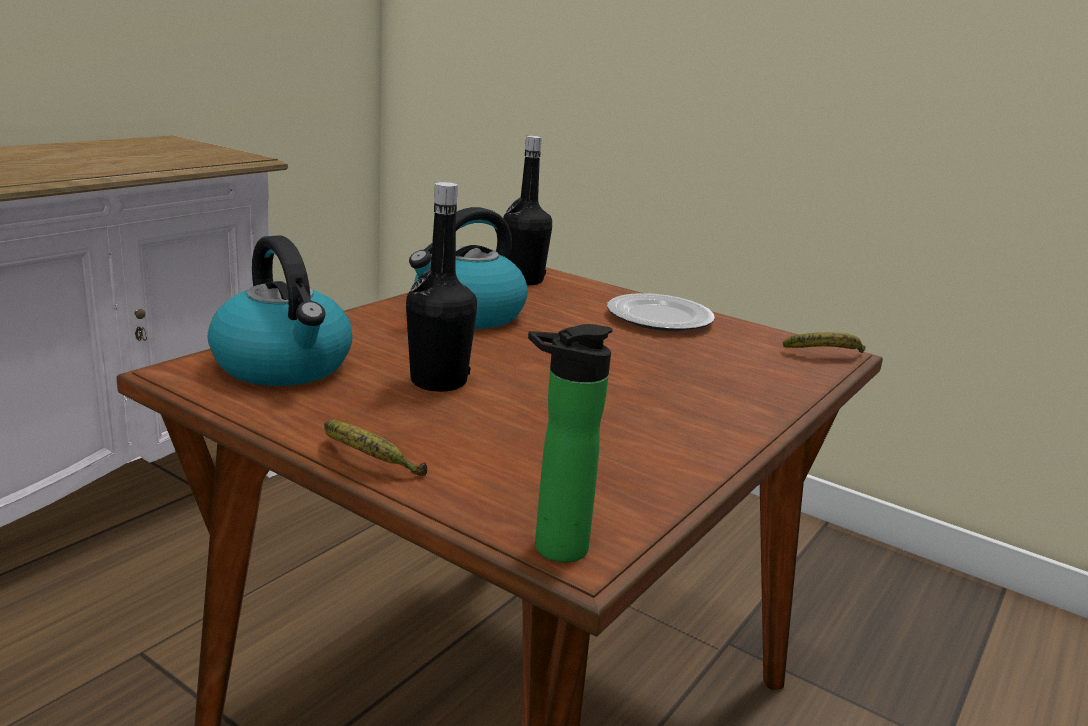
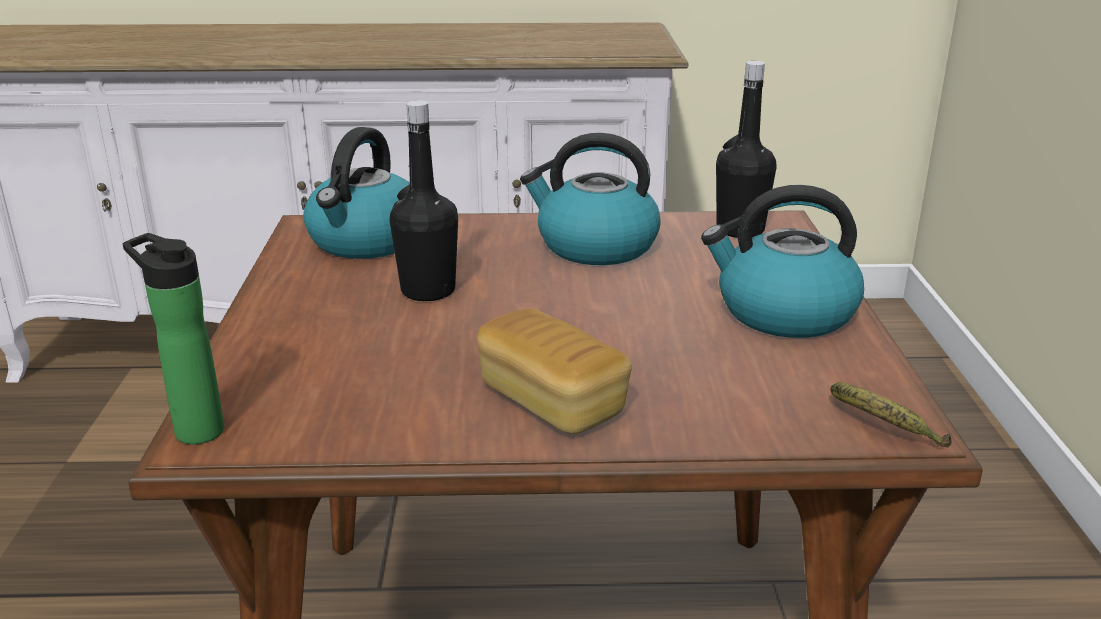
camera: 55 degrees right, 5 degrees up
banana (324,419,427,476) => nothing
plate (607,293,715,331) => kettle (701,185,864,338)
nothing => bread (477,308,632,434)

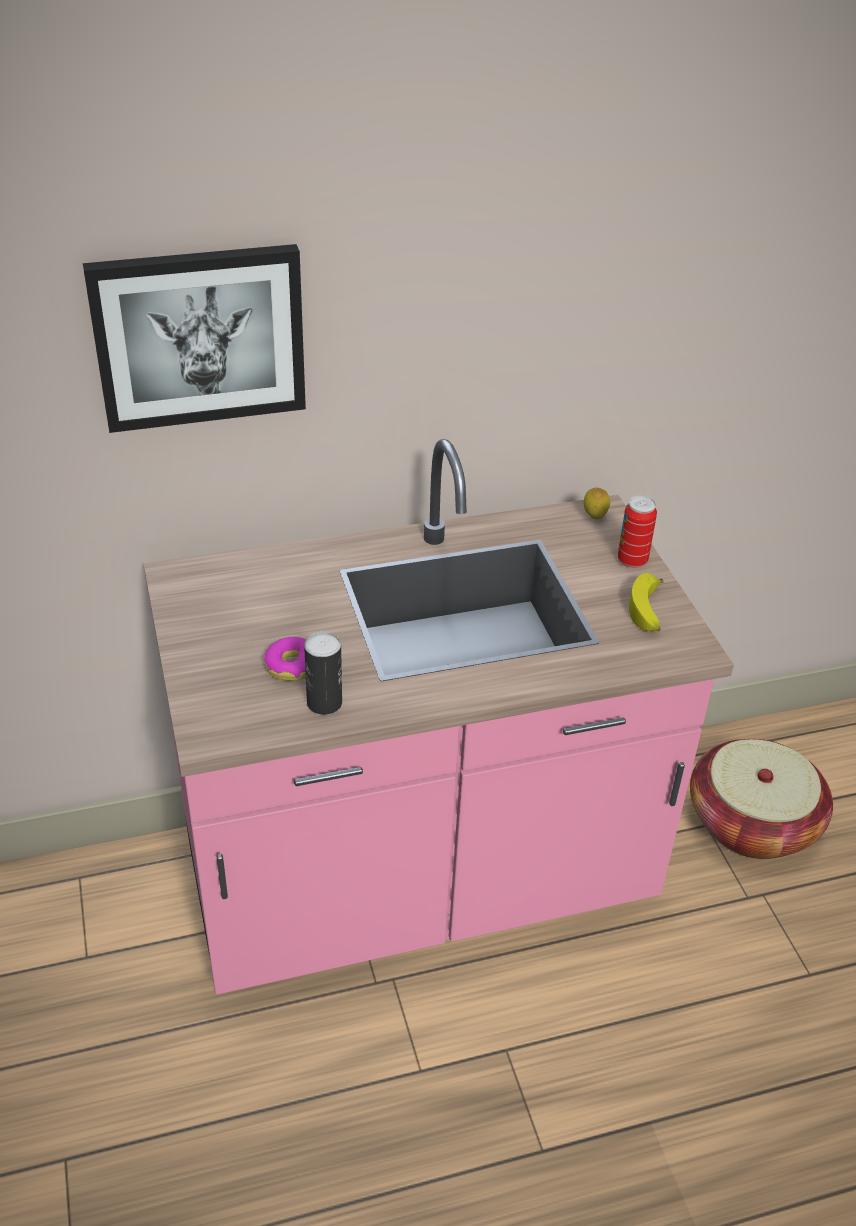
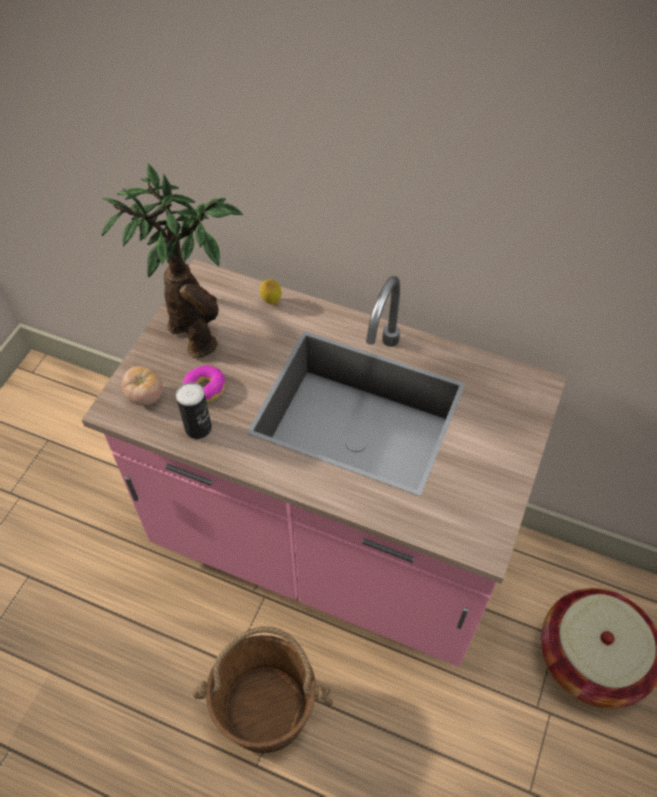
camera: 40 degrees right, 15 degrees up
picture (83,244,306,433) => nothing
lemon (584,488,610,519) => lemon (260,279,282,305), moved
can (618,496,657,568) => nothing
banana (629,573,663,631) => nothing
nothing => potted plant (101,163,243,358)
nothing => tomato (122,366,163,406)
nothing => bucket (brown) (193,626,333,753)

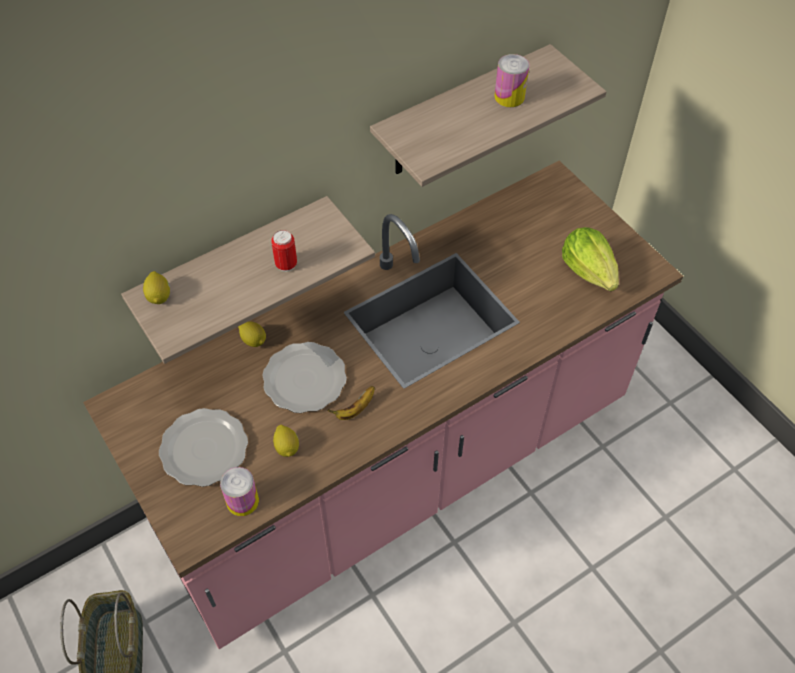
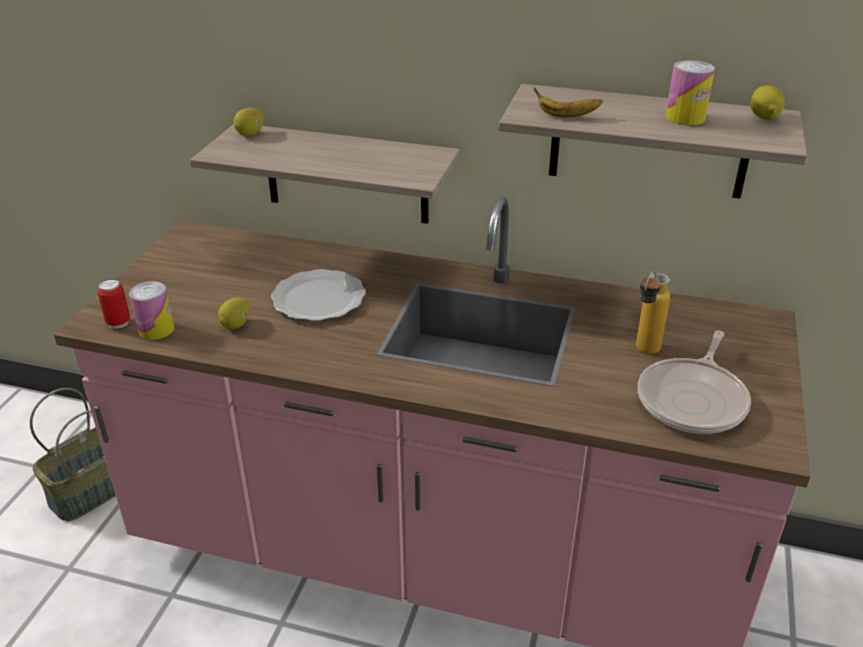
camera: 50 degrees right, 20 degrees down
plate (159,408,248,487) => nothing
lemon (238,322,266,347) => lemon (751,85,785,120), moved
can (271,230,297,271) => can (97,279,130,329), moved
banana (327,386,375,420) => banana (534,88,603,117), moved
lettuce (562,227,619,292) => frying pan (638,330,751,434)
nothing => bottle (636,271,670,354)

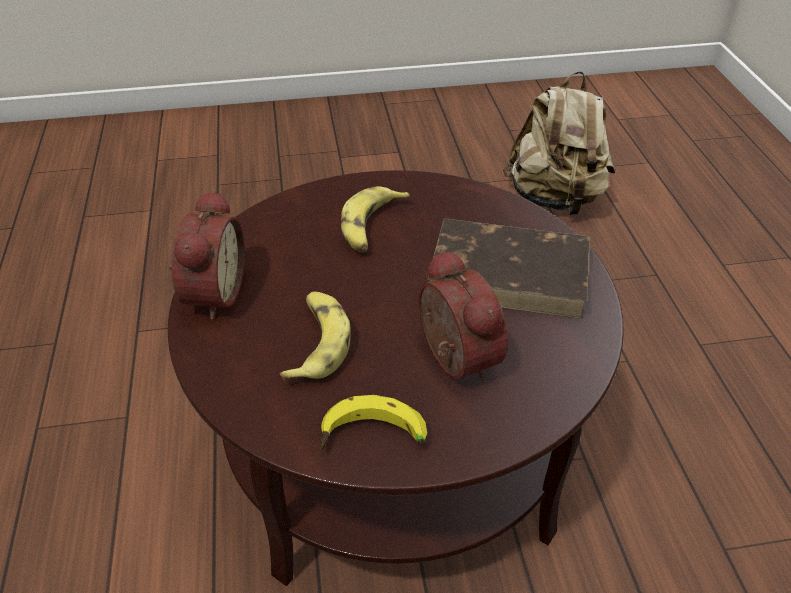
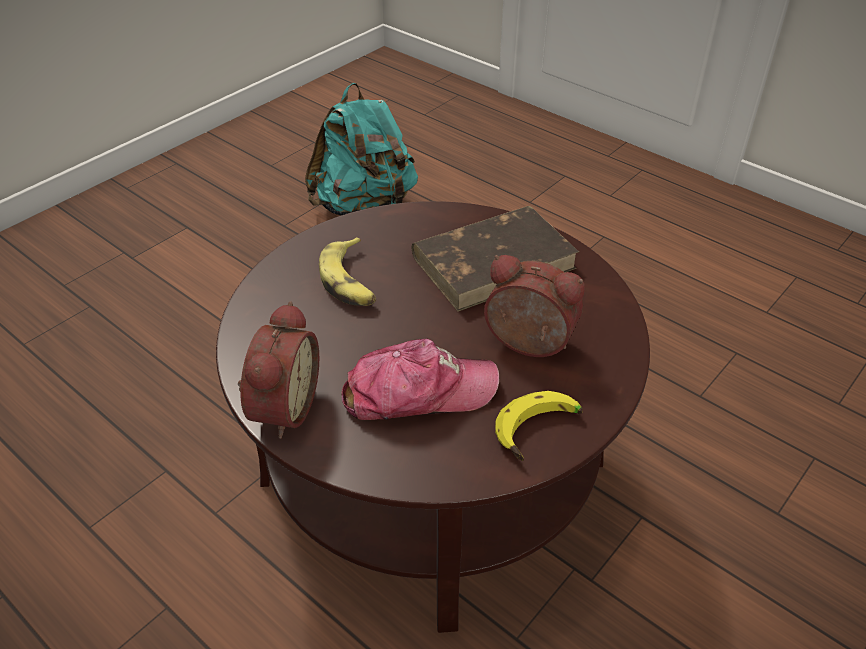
camera: 40 degrees left, 0 degrees up
alarm clock (168,189,245,320) => alarm clock (238,301,319,439), 45 degrees clockwise
banana (280,292,351,381) => cap (341,338,499,420)
backpack (beige) (503,71,615,215) => backpack (turquoise) (305,83,418,215)

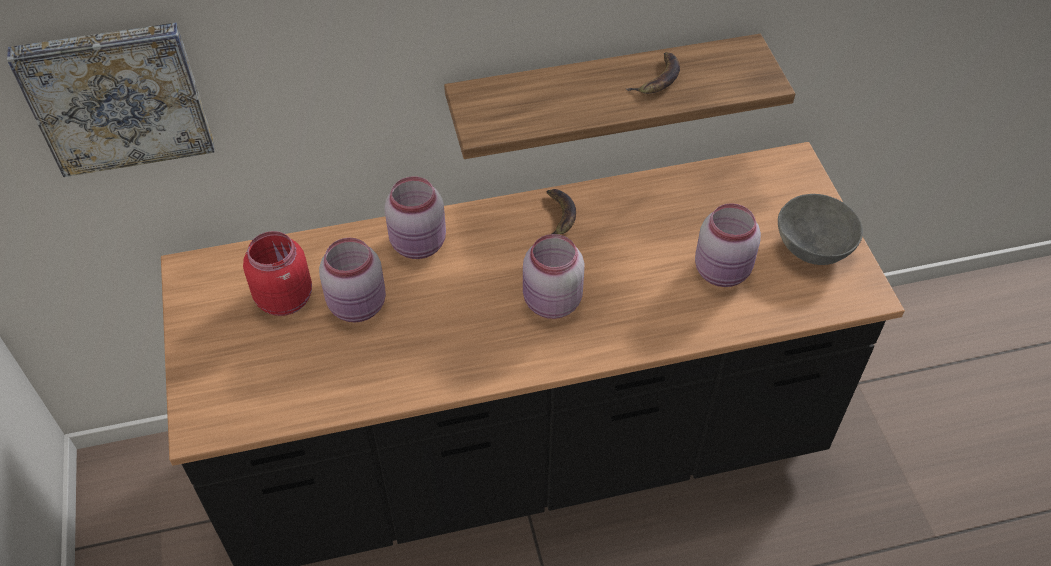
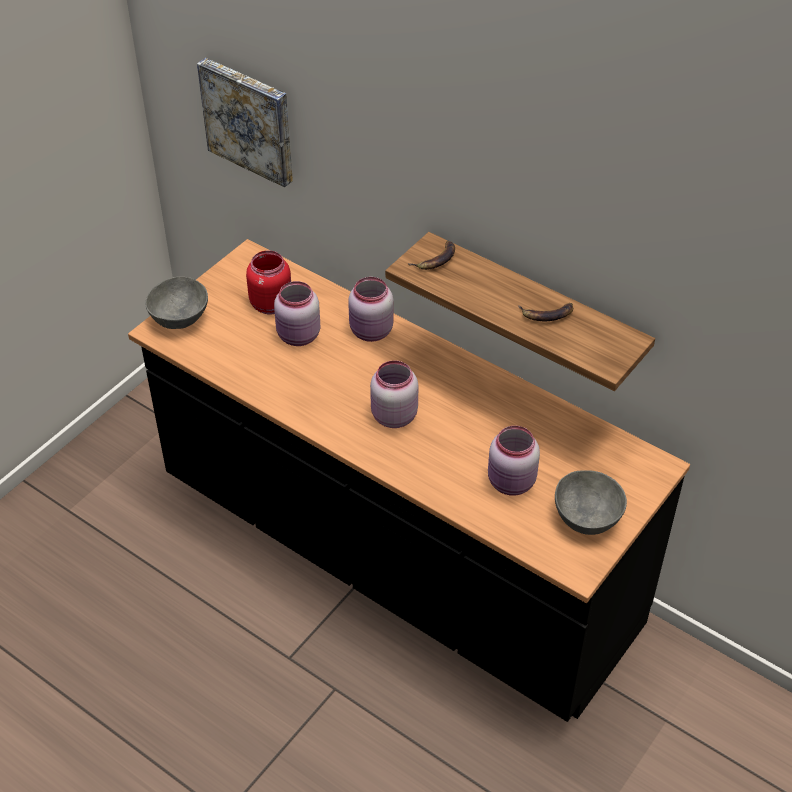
camera: 50 degrees right, 5 degrees down
banana (547,189,576,234) => banana (408,241,455,270), moved
nothing => bowl (grey) (145,277,208,329)

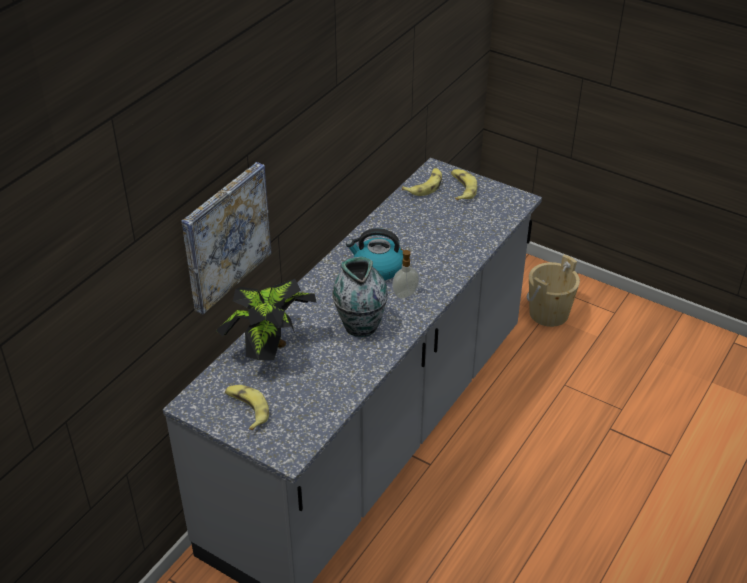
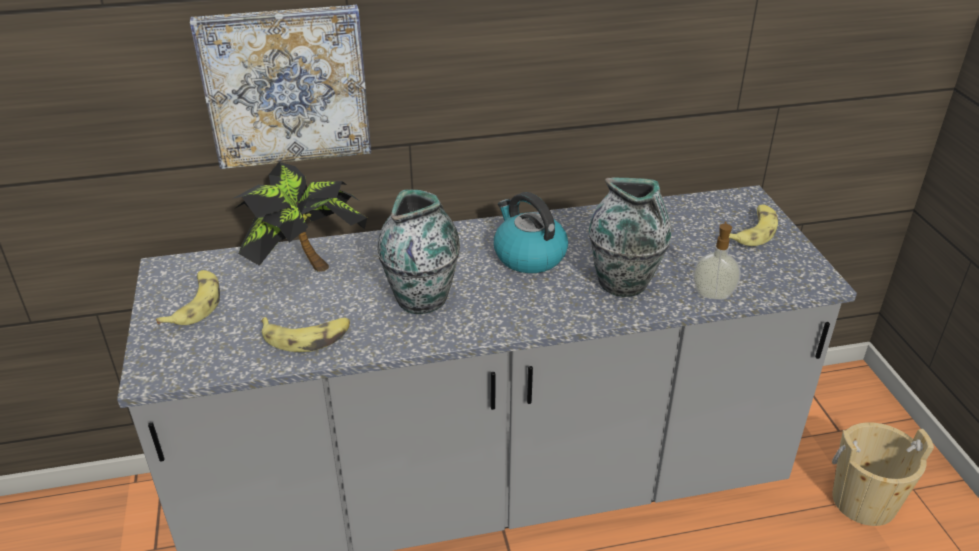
camera: 45 degrees right, 5 degrees down
soap dispenser (392,249,419,299) => soap dispenser (693,221,741,300), moved
banana (402,168,442,196) => banana (262,317,350,352), moved
nothing => vase (588,178,672,297)

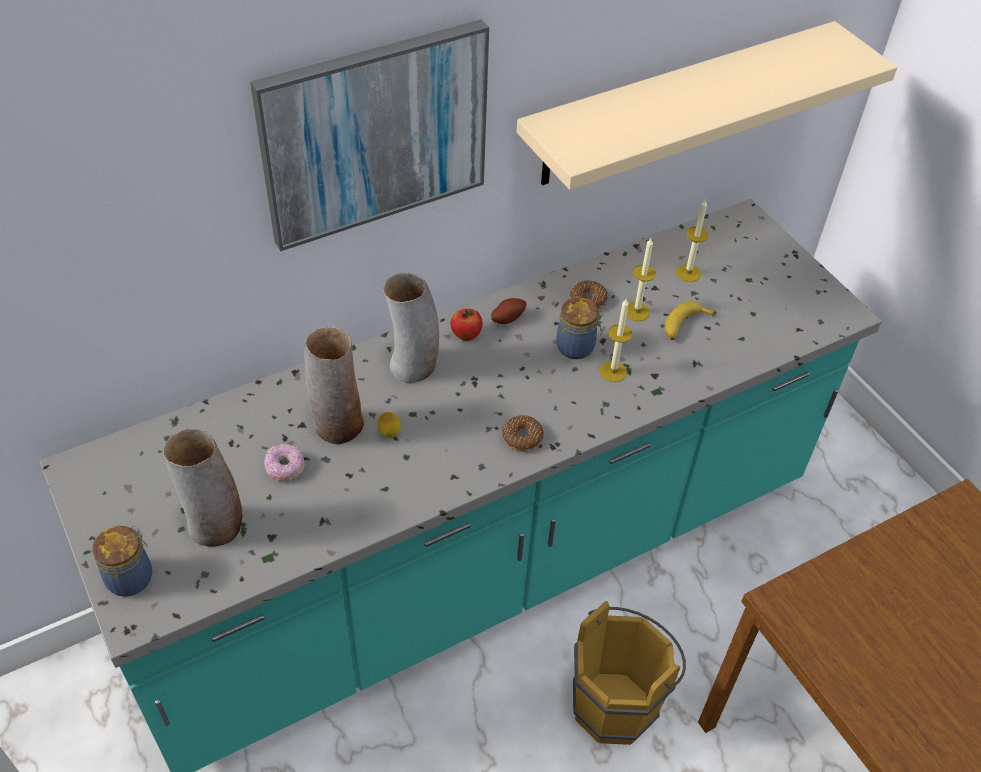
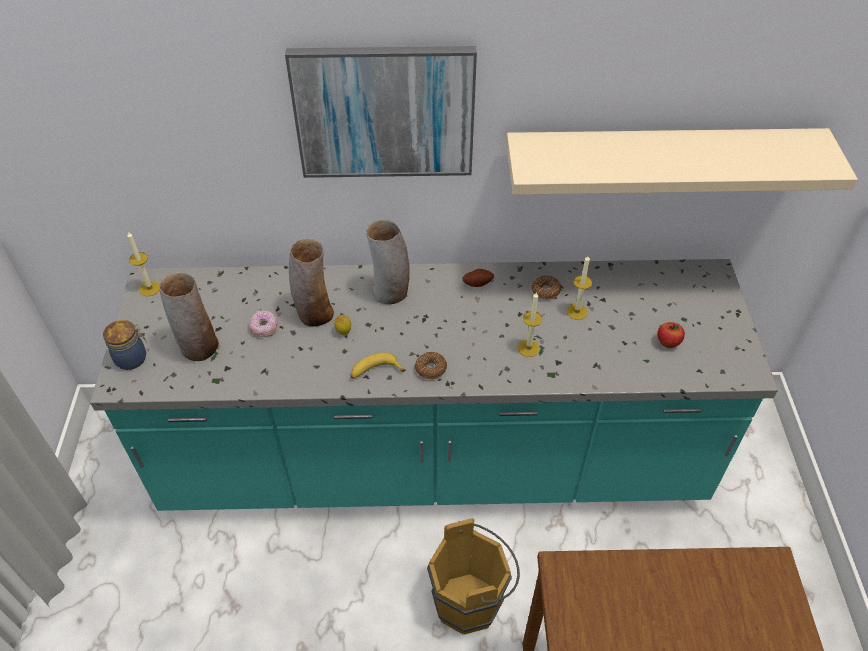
camera: 30 degrees right, 0 degrees up
apple (450,309,483,341) => apple (657,322,685,348), moved
jar (556,298,604,359) => nothing
banana (665,301,717,340) => banana (351,353,406,379), moved
candle (676,199,709,282) => candle (127,232,160,296), moved

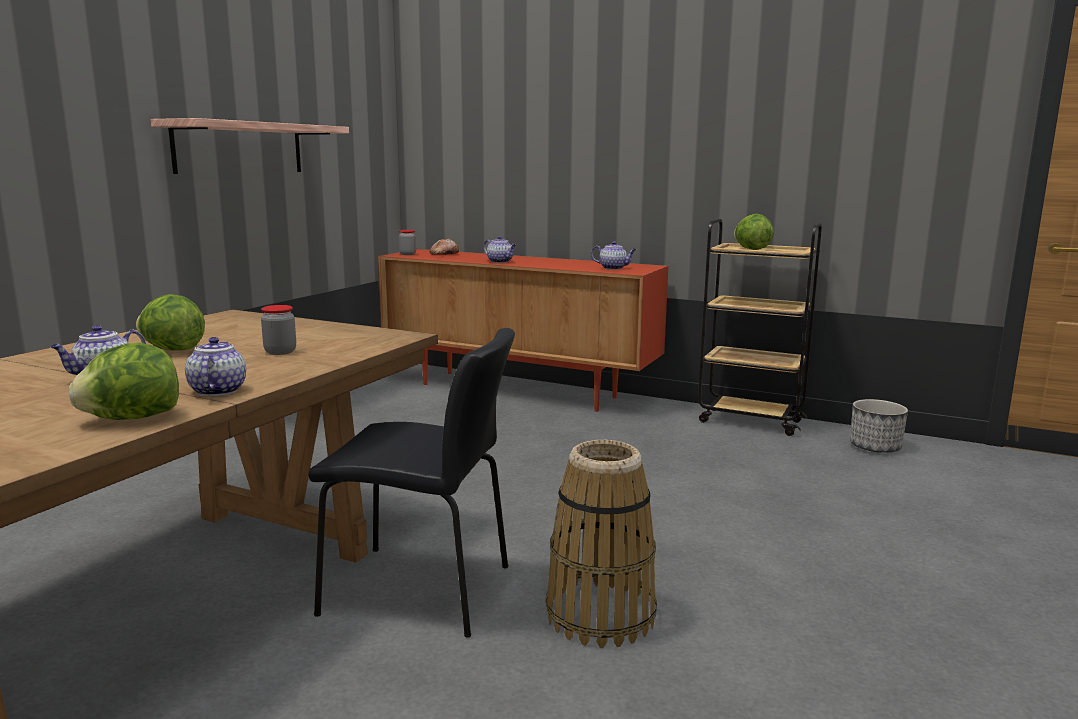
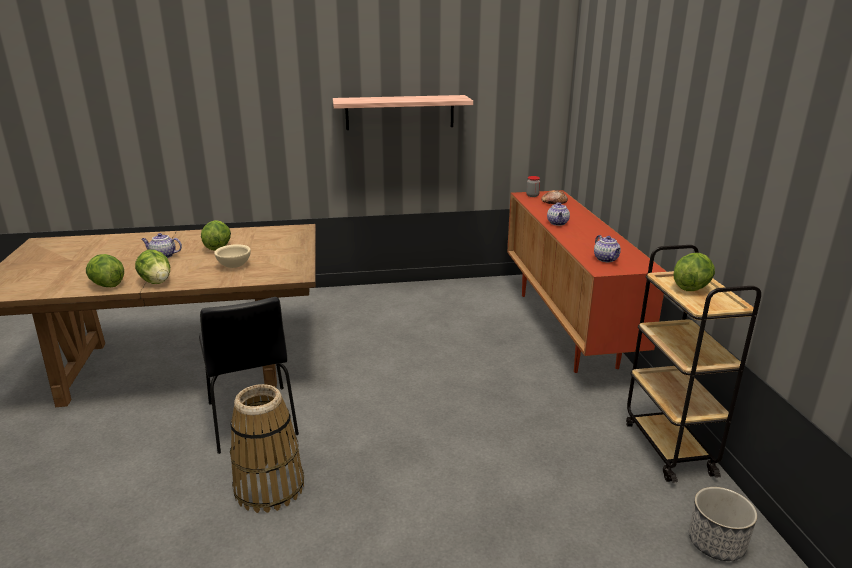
camera: 55 degrees right, 10 degrees up
teapot (185,337,246,396) => lettuce (135,250,170,284)
jar (261,305,296,355) => bowl (beige) (214,244,251,268)

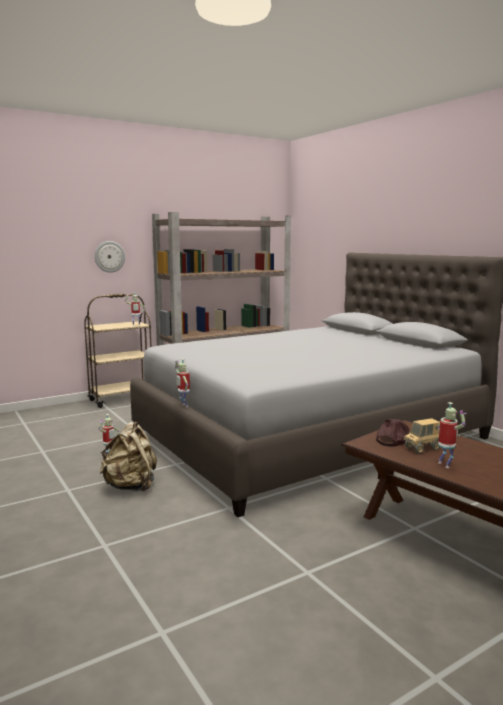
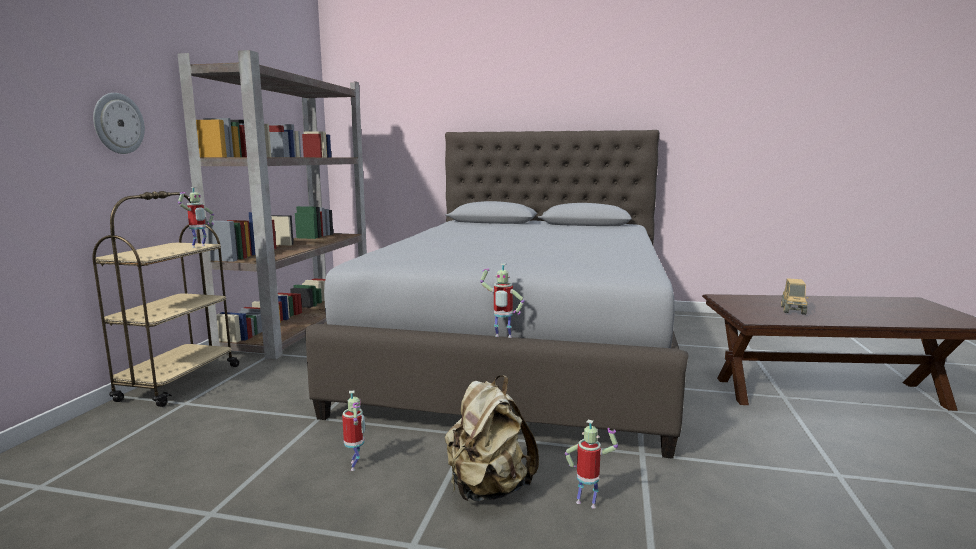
camera: 45 degrees left, 0 degrees up
cap (brown) (376,419,409,447) => nothing
toy robot (438,402,466,468) => toy robot (565,420,618,509), moved

